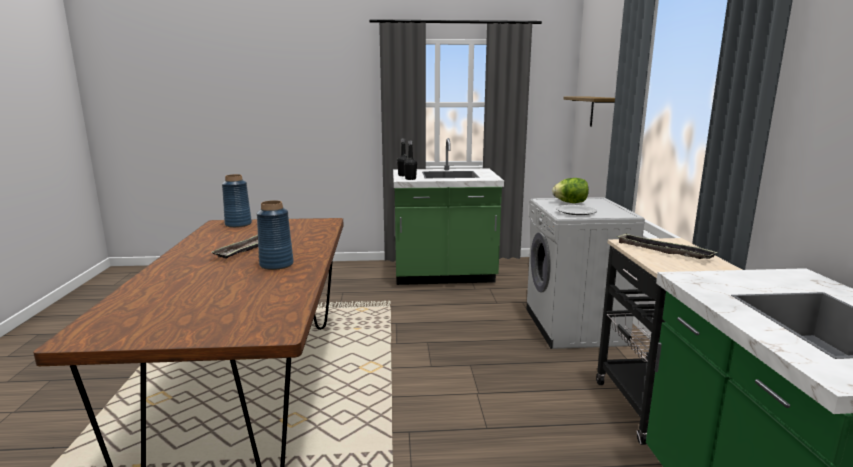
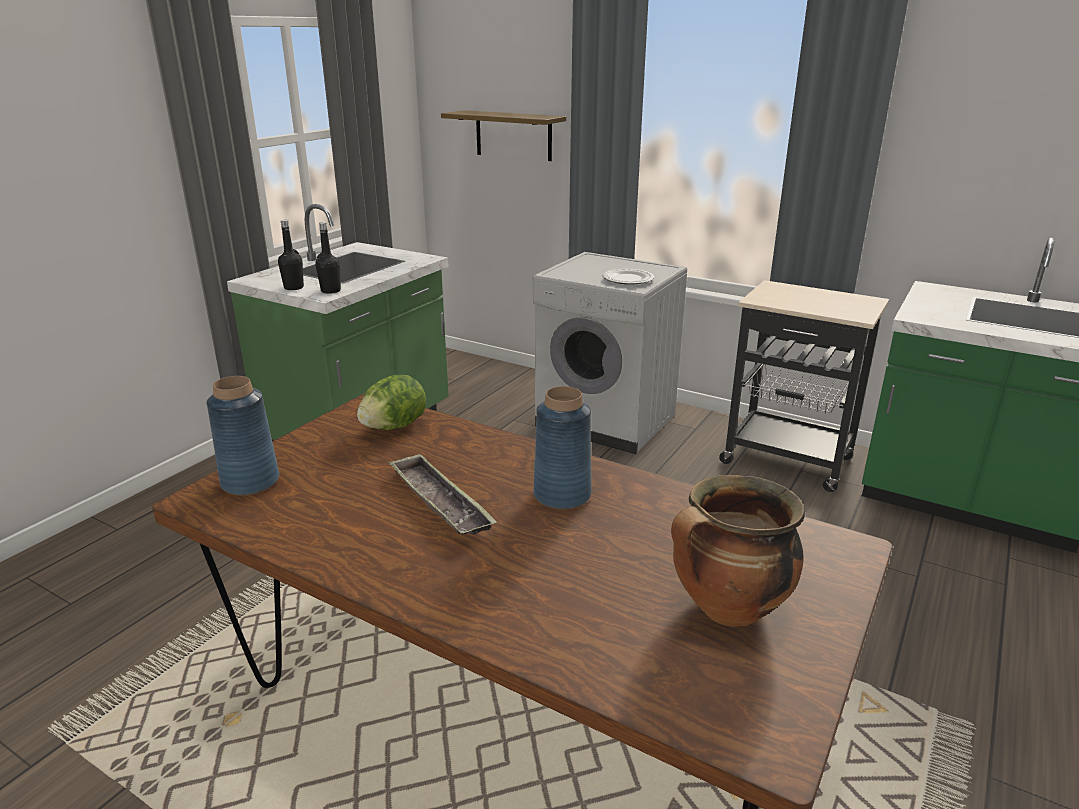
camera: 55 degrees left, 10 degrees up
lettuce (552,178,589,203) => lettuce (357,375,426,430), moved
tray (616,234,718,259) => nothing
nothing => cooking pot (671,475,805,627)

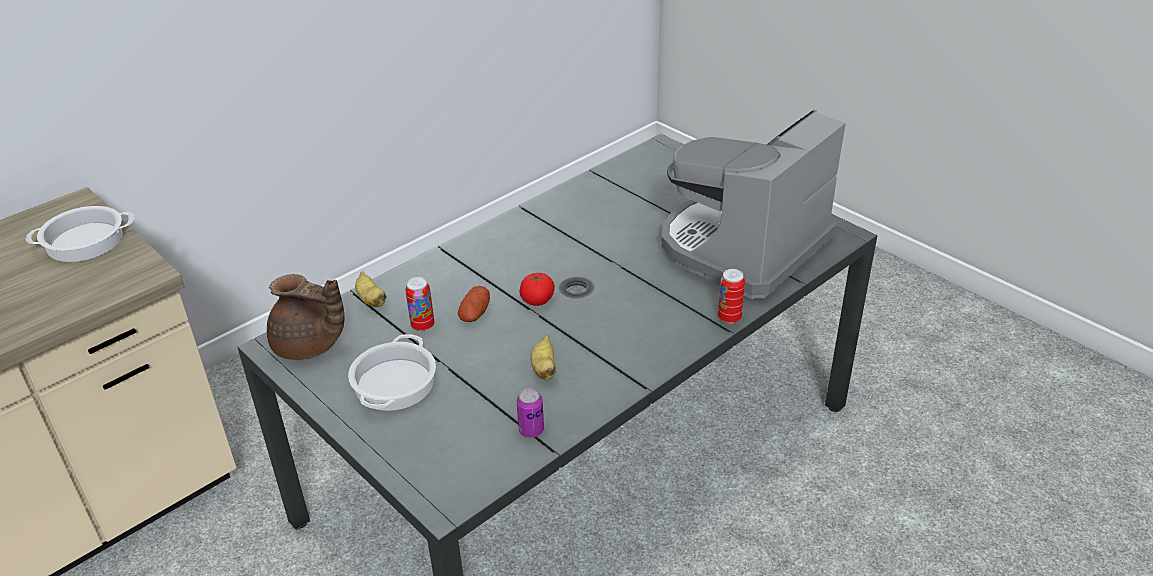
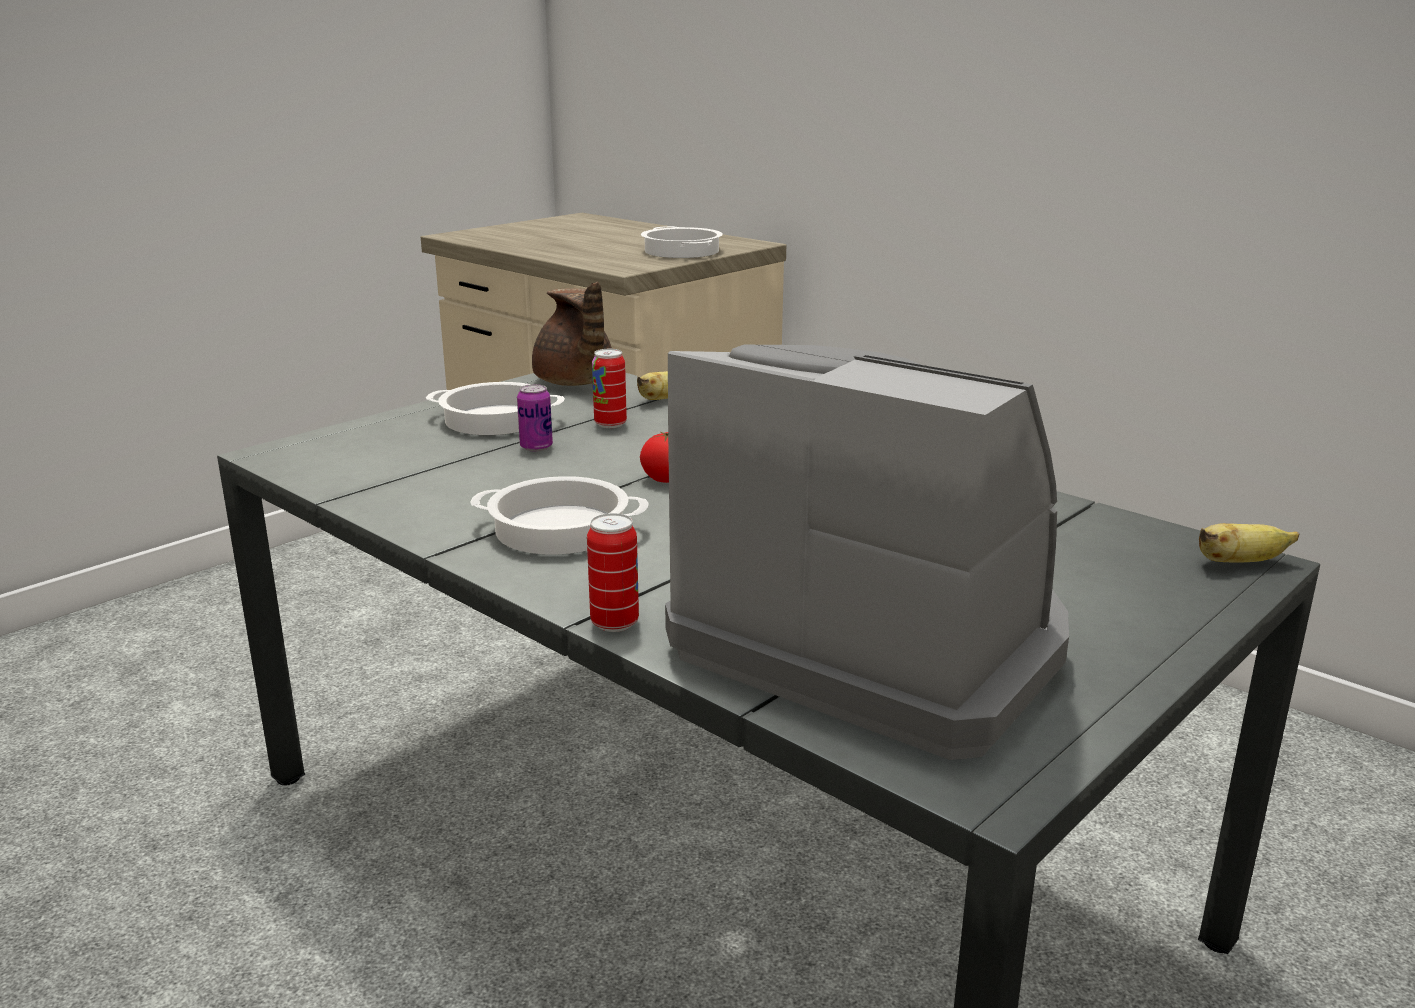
camera: 85 degrees right, 15 degrees down
teapot (brown) (267,274,344,360) => teapot (brown) (532,282,612,386), 45 degrees counterclockwise
potato (458,286,490,322) => nothing
can (517,388,544,438) => can (517,384,553,451), moved
banana (532,335,557,380) => banana (1199,523,1299,563), moved
nothing => cooking pot (470,476,649,555)

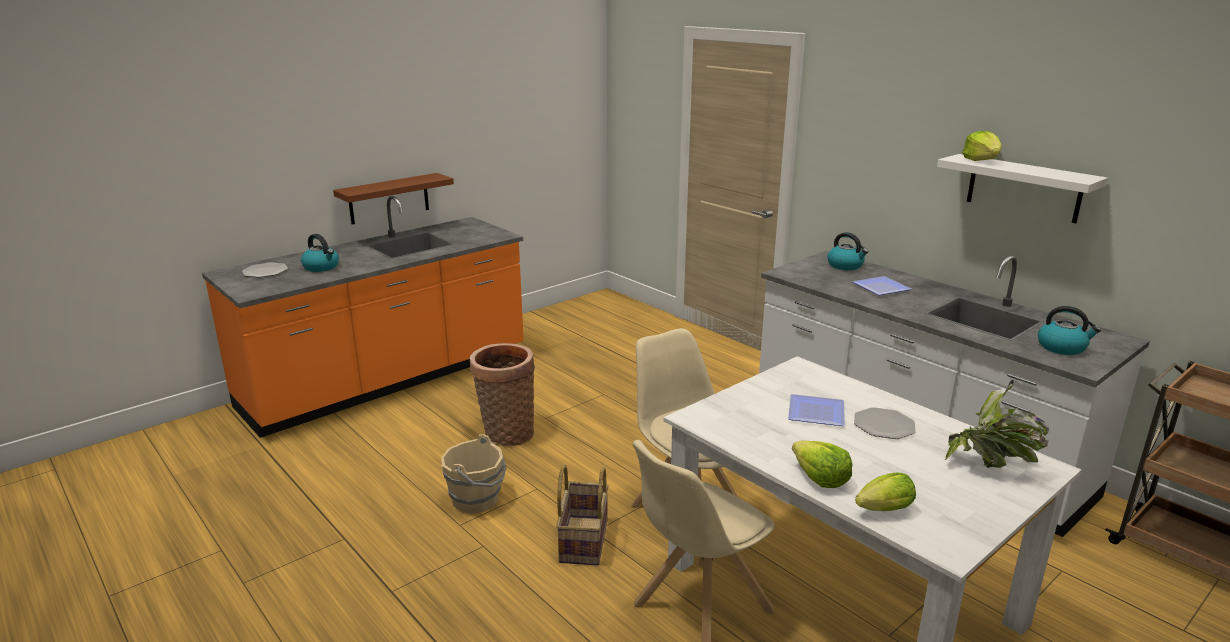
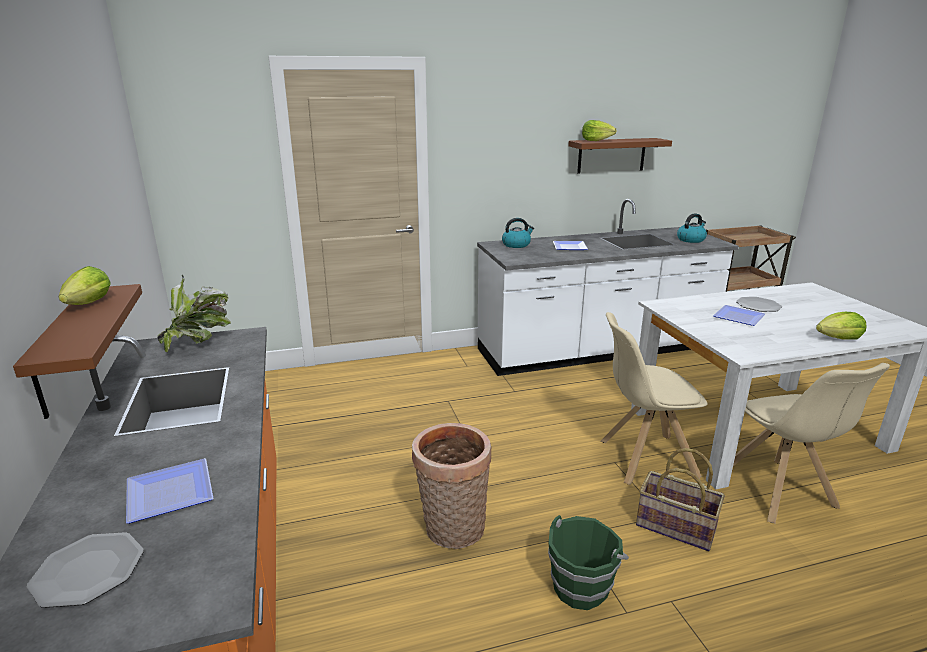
camera: 65 degrees left, 0 degrees up
kettle (301,234,339,272) => plate (126,458,214,524)
bucket (beige) (441,434,507,514) => bucket (green) (548,515,629,610)
lettuce (855,472,916,511) => lettuce (59,266,110,305), moved
shelf (white) (937,154,1108,223) => shelf (brown) (568,138,672,173)
potted plant (945,380,1049,468) => potted plant (157,274,231,352), moved

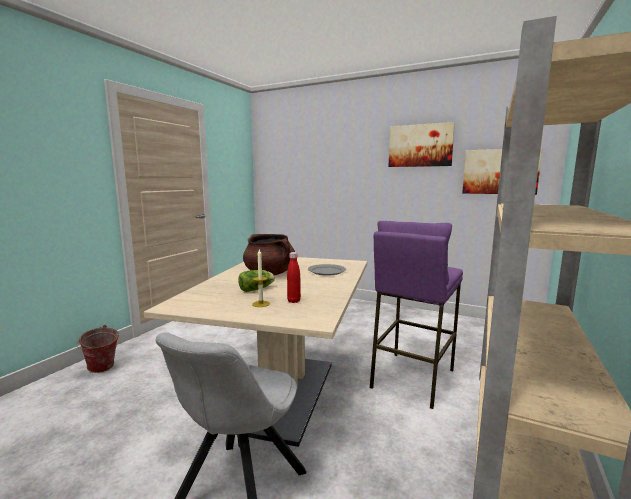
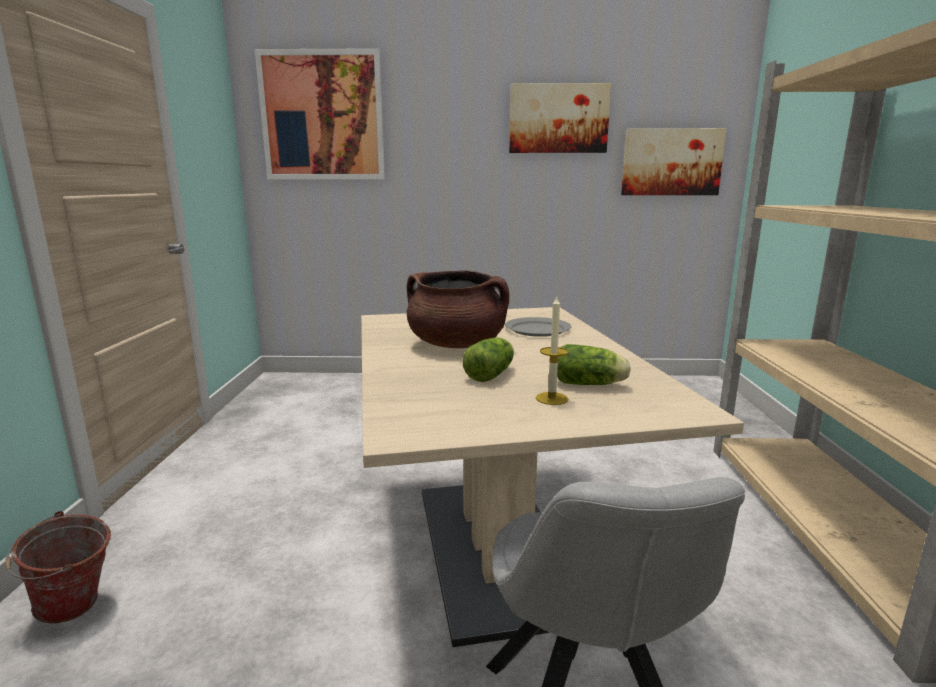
camera: 25 degrees left, 5 degrees up
bottle (red) (287,252,301,303) => lettuce (557,344,631,385)
stool (purple) (370,221,463,409) => nothing
nothing => picture (255,48,385,179)

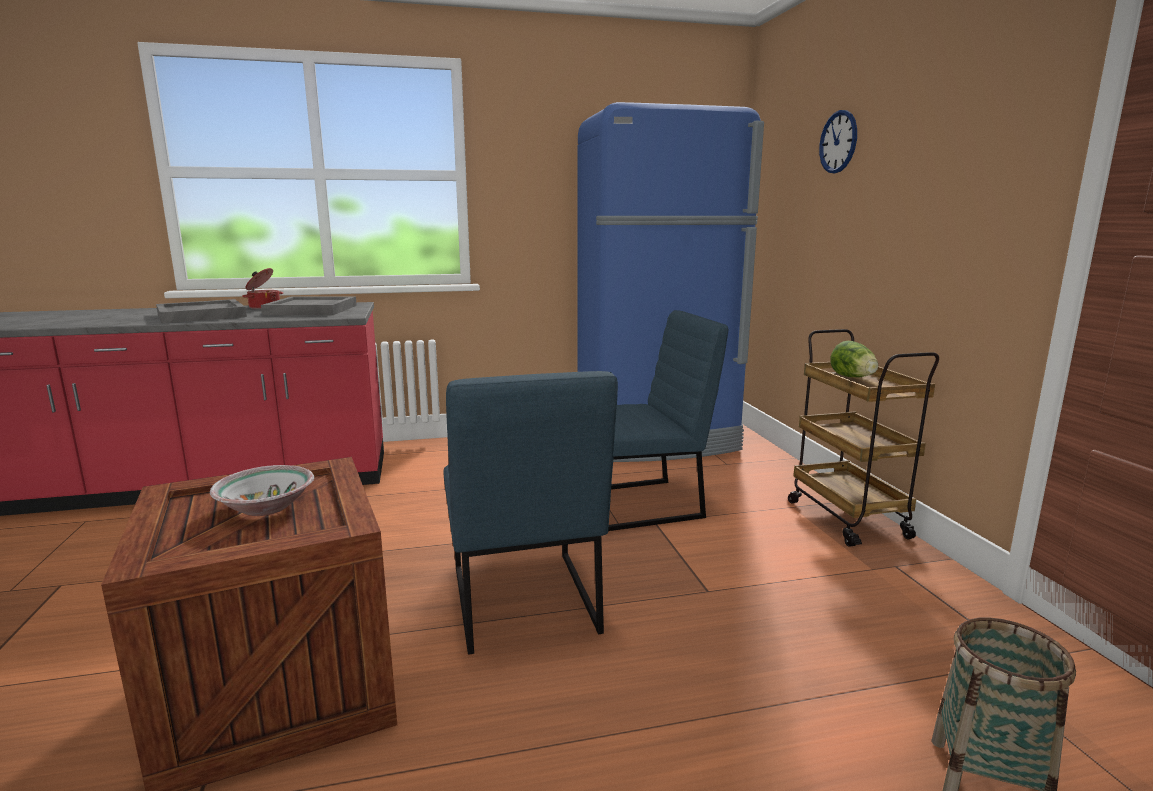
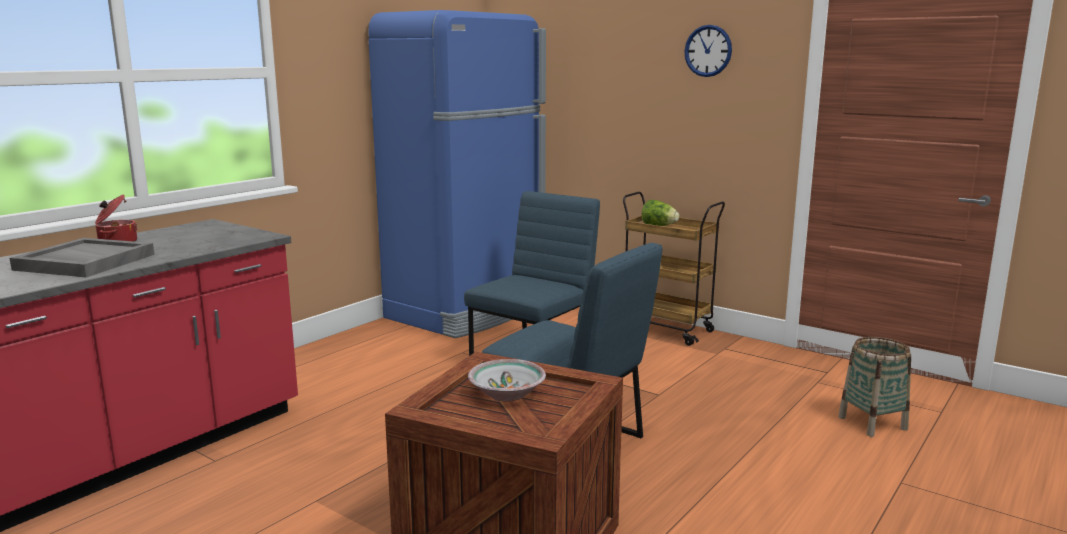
camera: 40 degrees left, 0 degrees up
tray (grey) (261,297,357,315) => nothing
wall clock (819,110,857,173) => wall clock (684,25,732,77), moved

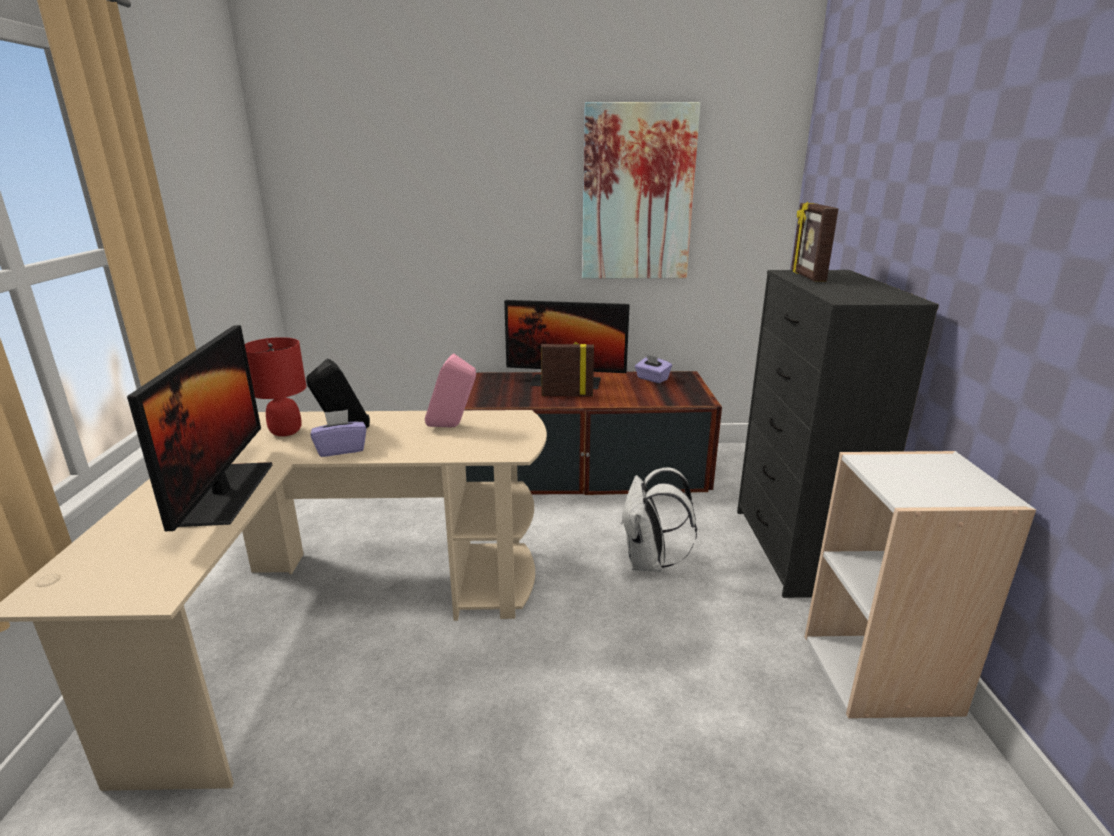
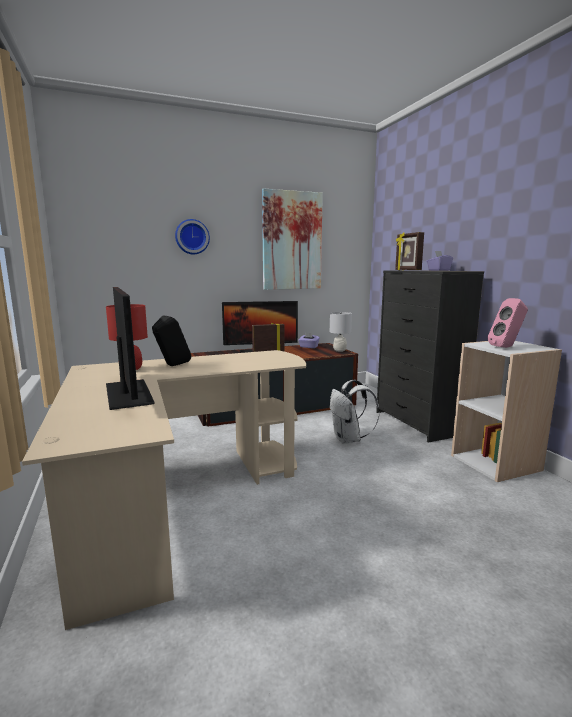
camera: 20 degrees left, 10 degrees down
tissue box (purple) (311,410,366,457) => tissue box (purple) (426,251,453,271), moved
speaker (pink) (425,354,476,427) => speaker (pink) (488,298,528,348), moved
nothing => wall clock (175,219,210,255)
nothing => table lamp (grey) (330,312,352,352)

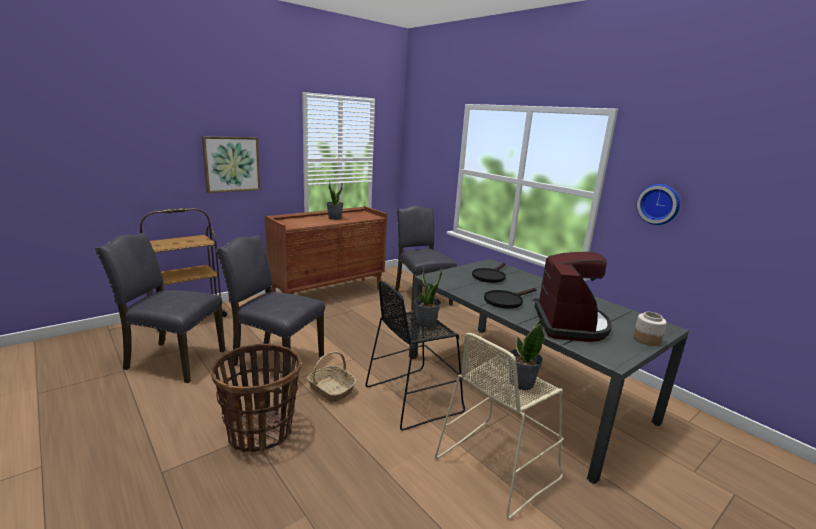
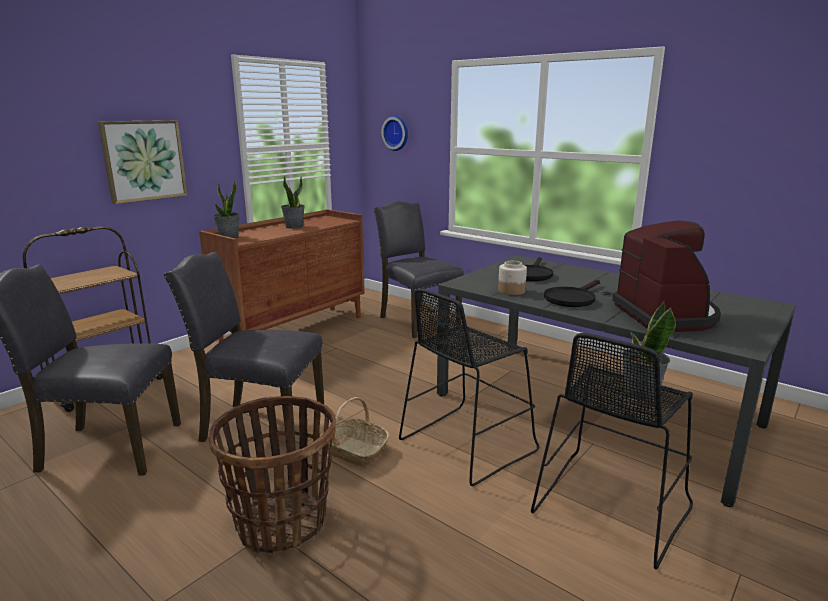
camera: 10 degrees left, 0 degrees up
potted plant (414,267,442,328) => potted plant (213,180,240,238), moved
stool (beige) (435,333,564,519) => stool (black) (531,333,693,570)
jar (633,312,667,346) => jar (498,261,527,295), moved
wall clock (637,184,680,225) => wall clock (381,115,408,151), moved

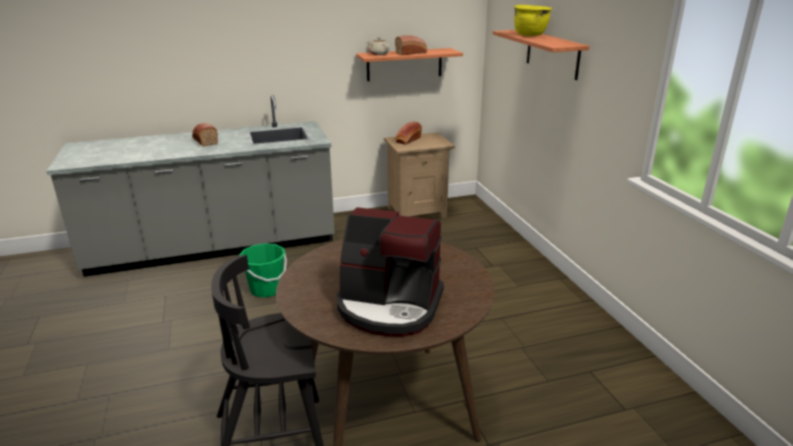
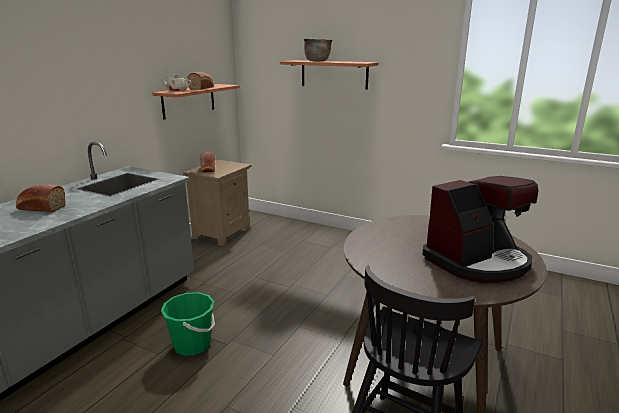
camera: 45 degrees left, 5 degrees down
cooking pot (yellow) (514,5,552,36) => cooking pot (brown) (304,38,332,61)

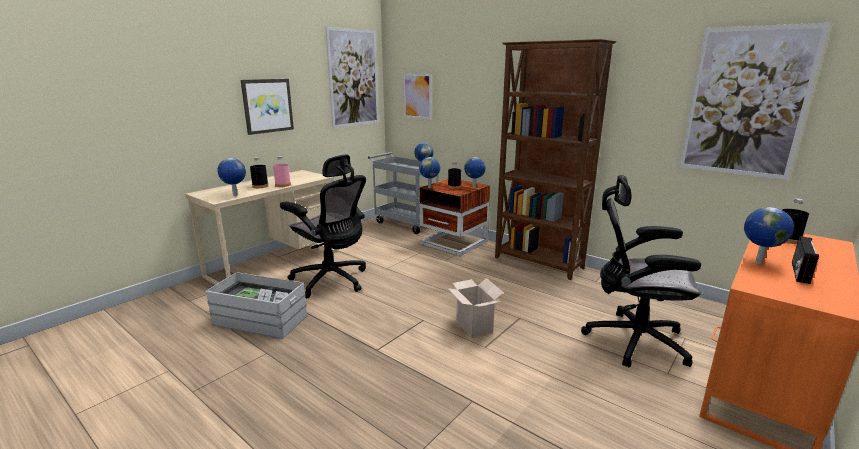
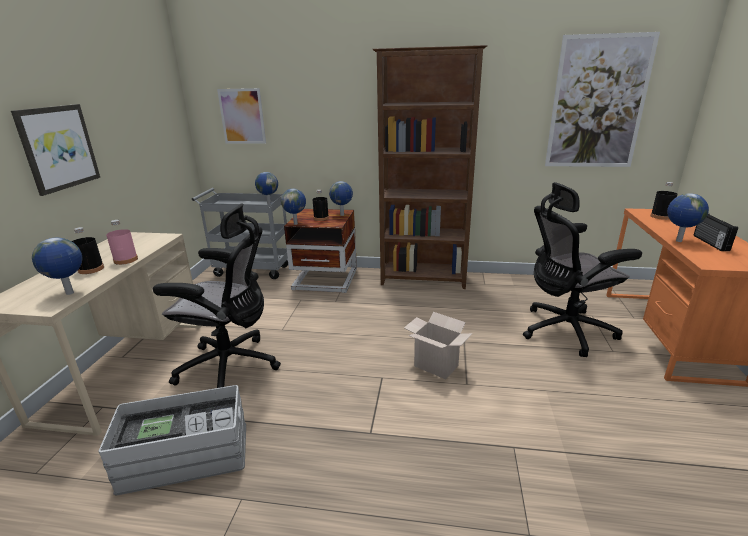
camera: 30 degrees left, 5 degrees up
picture (325,27,379,128) => nothing

